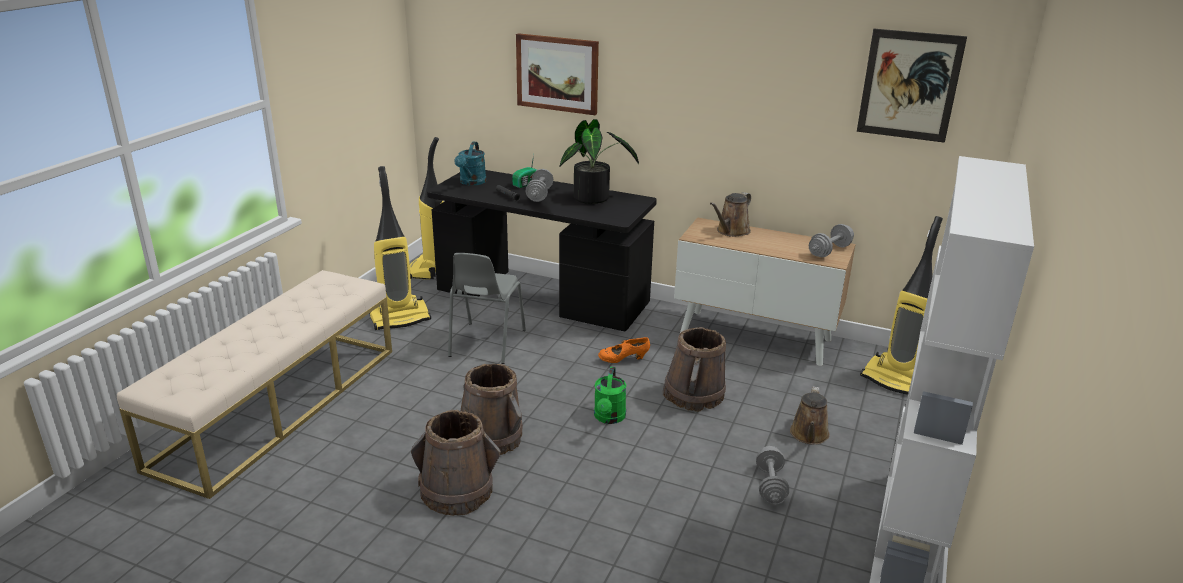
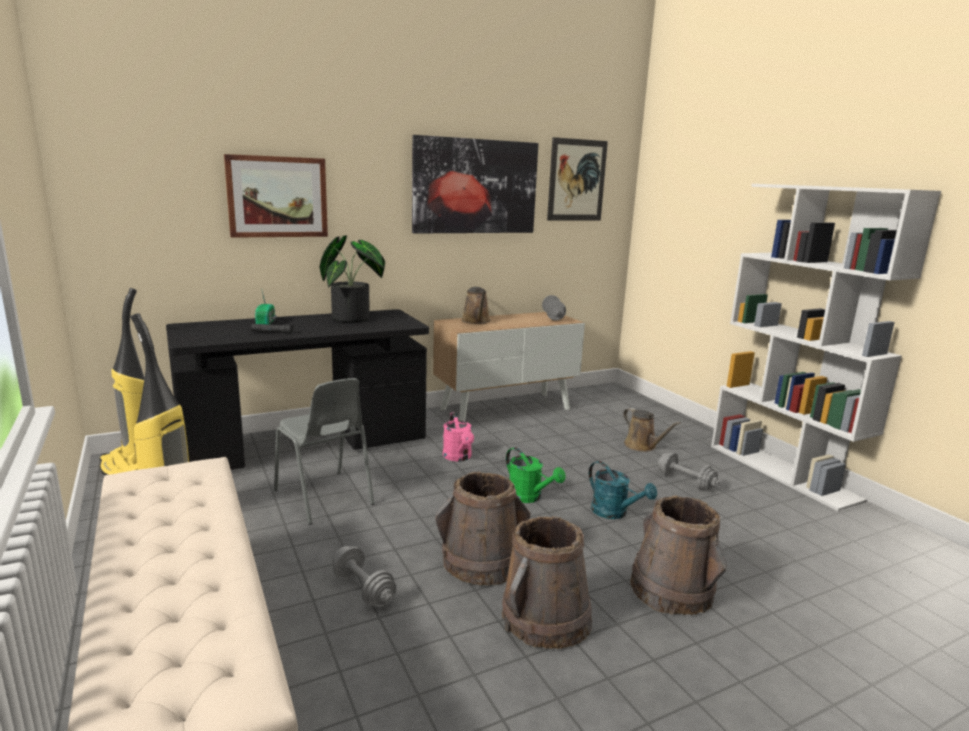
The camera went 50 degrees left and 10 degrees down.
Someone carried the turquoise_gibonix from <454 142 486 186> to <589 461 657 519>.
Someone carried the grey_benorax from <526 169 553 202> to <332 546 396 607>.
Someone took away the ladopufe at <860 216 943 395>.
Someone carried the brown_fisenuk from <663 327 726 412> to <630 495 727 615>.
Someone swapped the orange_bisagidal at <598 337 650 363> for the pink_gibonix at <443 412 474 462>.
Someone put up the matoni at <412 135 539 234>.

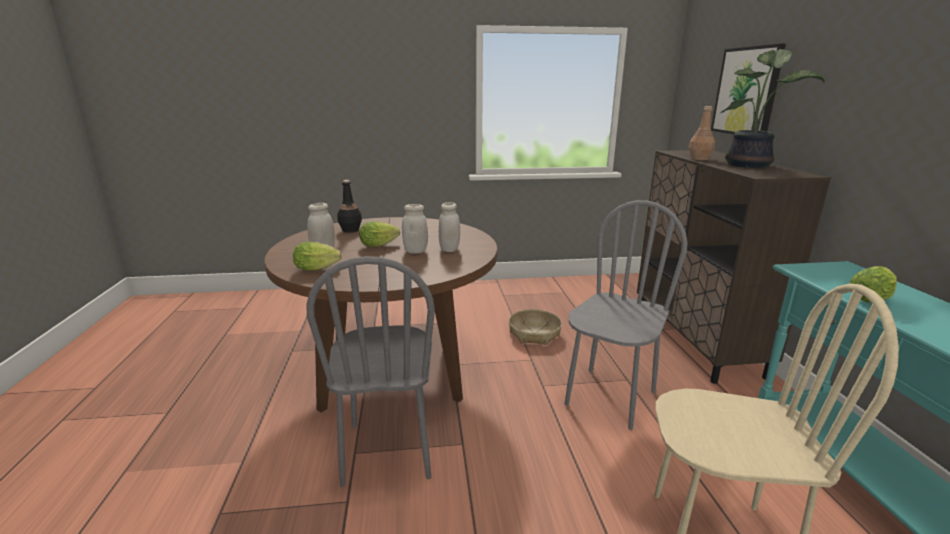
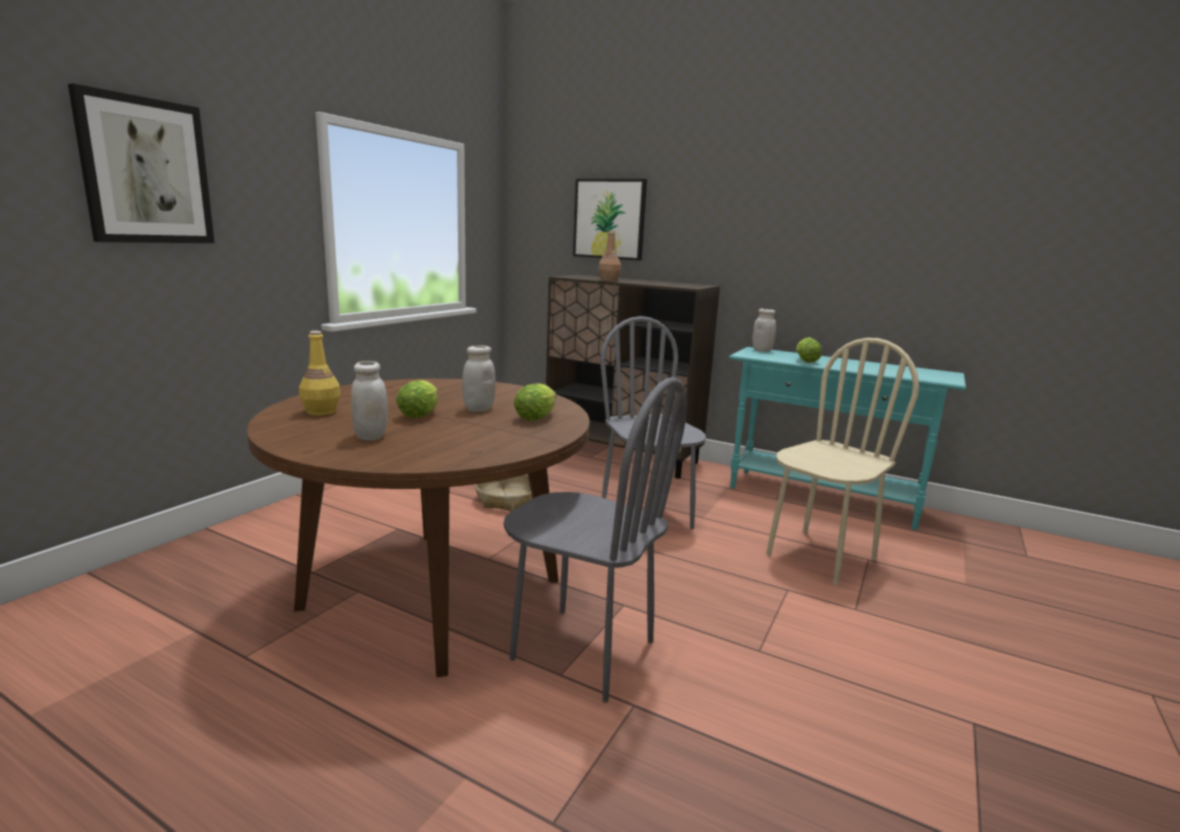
The camera went 55 degrees left and 5 degrees down.
Someone took away the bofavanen at <720 49 825 168>.
Someone repainted the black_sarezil at <337 180 362 233>, which became the yellow_sarezil at <299 331 341 416>.
Someone carried the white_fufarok from <439 202 460 252> to <752 309 776 352>.
Someone carried the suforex from <293 242 342 270> to <514 383 556 421>.
Someone put up the matoni at <68 83 215 243>.

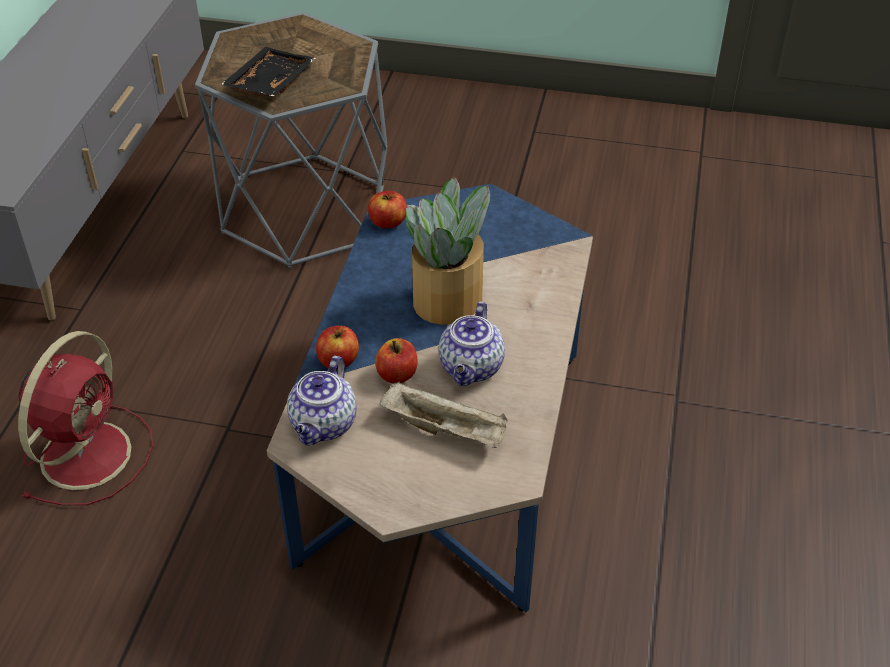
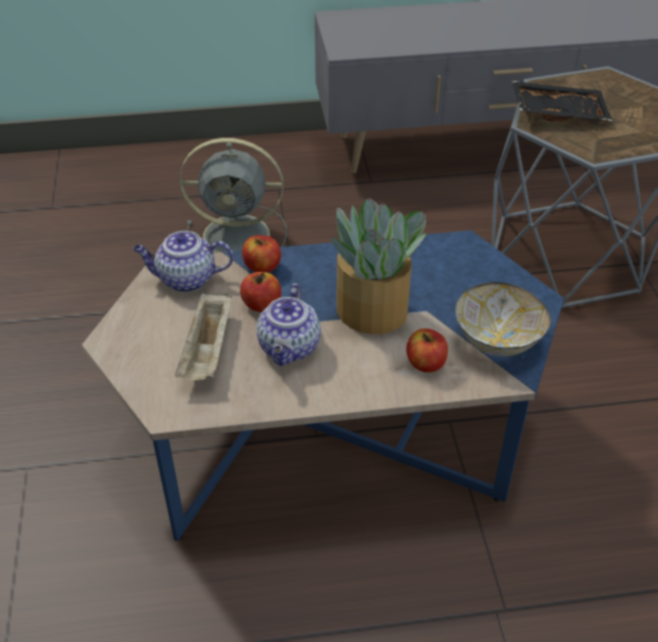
The camera went 70 degrees right and 0 degrees up.
Someone carried the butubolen from <368 191 407 229> to <406 328 448 372>.
Someone rotated the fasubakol at <439 302 505 386> by 75 degrees counterclockwise.
Someone repainted the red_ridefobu at <18 331 153 505>, which became the grey_ridefobu at <179 138 287 253>.
Someone put down the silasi at <455 282 551 357>.

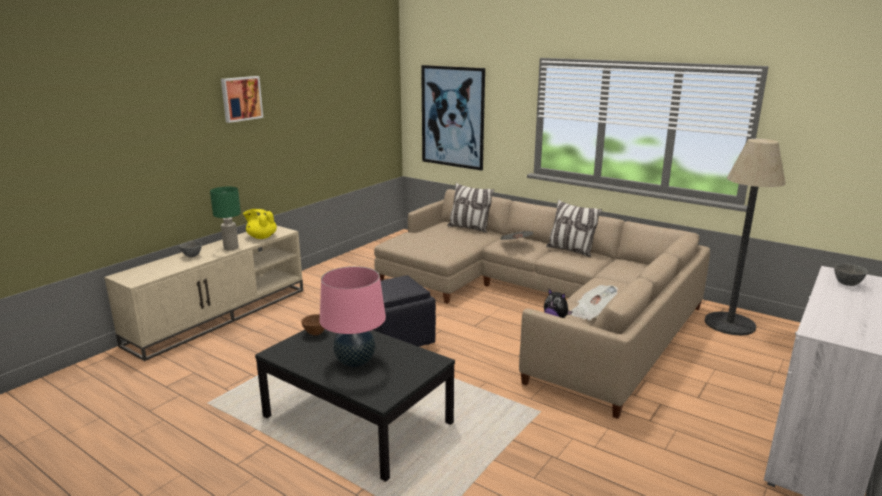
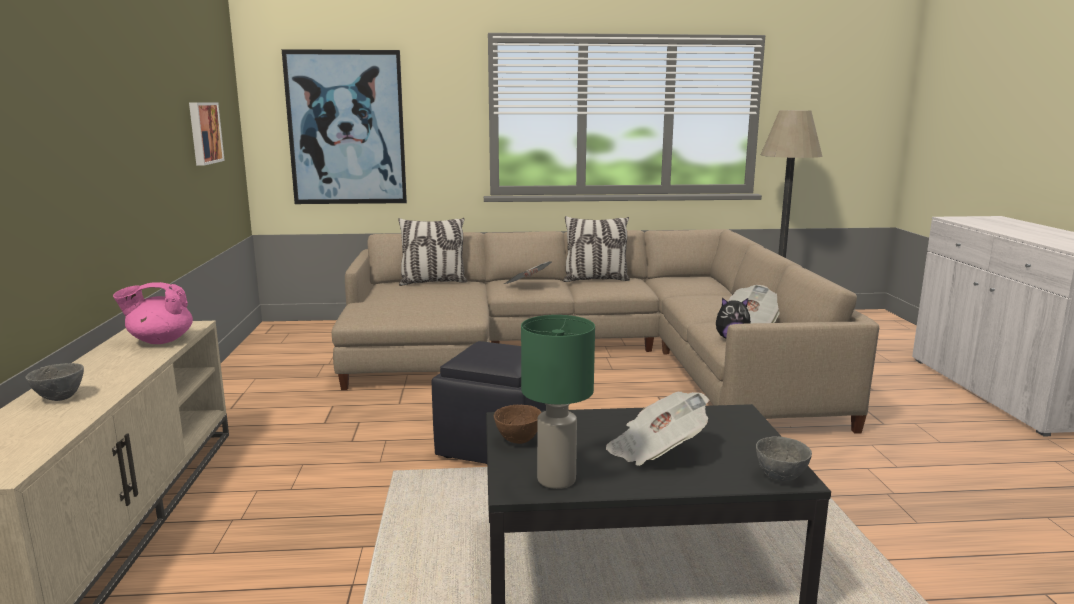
The camera went 40 degrees left and 5 degrees down.
Someone carried the matoni from <221 76 263 123> to <189 102 225 166>.
Someone carried the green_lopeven from <210 186 241 250> to <521 315 595 489>.
Someone repainted the yellow_fasubakol at <243 209 277 239>, which became the pink_fasubakol at <113 282 193 344>.
Someone carried the grey_silasi from <834 264 868 286> to <756 437 812 481>.
Someone swapped the pink_lopeven at <320 266 386 367> for the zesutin at <606 391 709 466>.

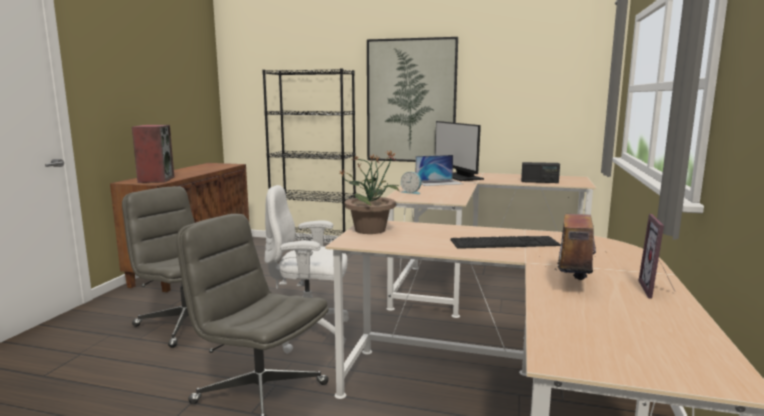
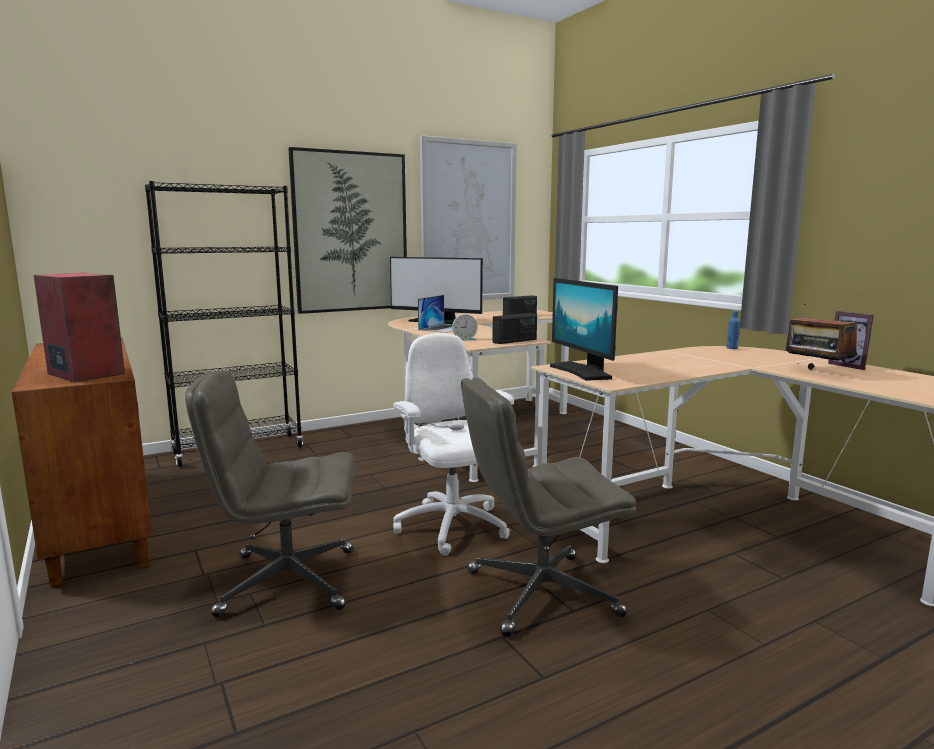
The camera went 45 degrees left and 0 degrees up.
Someone swapped the bofavanen at <338 151 400 234> for the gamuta at <550 278 618 381>.
Someone rotated the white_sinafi at <264 185 349 354> by 105 degrees clockwise.
Someone took away the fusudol at <451 236 561 249>.
Someone put up the matoni at <420 135 517 300>.
Someone put down the blue_sarezil at <726 311 740 349>.
Someone put down the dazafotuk at <493 313 537 344>.

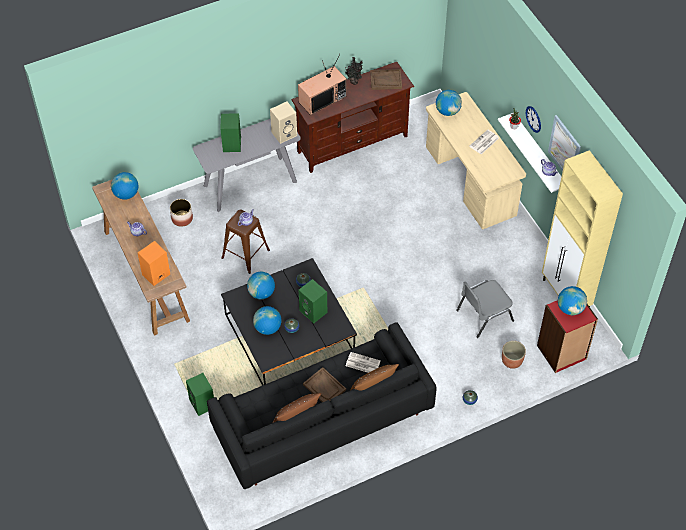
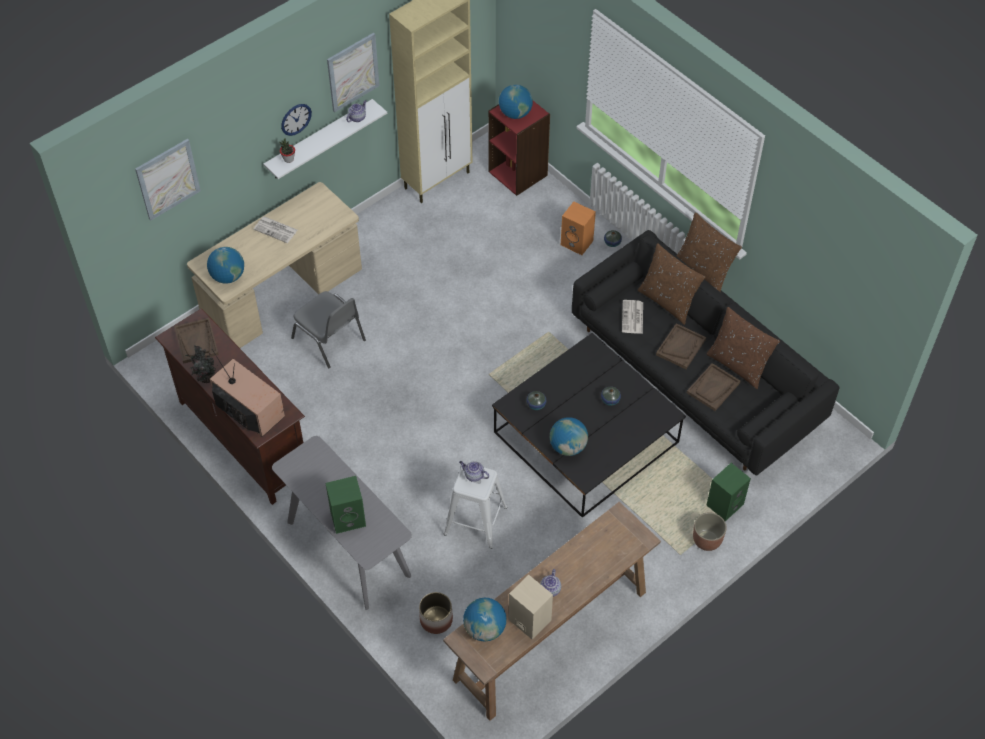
The camera went 105 degrees left and 0 degrees up.
Someone carried the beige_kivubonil from <270 102 297 144> to <509 575 553 639>.
Someone repainted the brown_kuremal at <221 209 270 274>, which became the white_kuremal at <444 463 508 549>.
Someone carried the orange_kivubonil from <138 241 170 286> to <561 202 596 255>.
Someone took away the green_kivubonil at <299 279 327 323>.
Someone carried the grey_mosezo from <456 280 514 338> to <291 291 366 368>.
Someone took away the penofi at <253 306 281 335>.
Someone carried the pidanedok from <502 341 526 369> to <693 512 727 551>.
Someone put up the matoni at <135 139 201 221>.
Someone put down the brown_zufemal at <677 212 742 292>.
Someone put down the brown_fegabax at <687 363 740 411>.

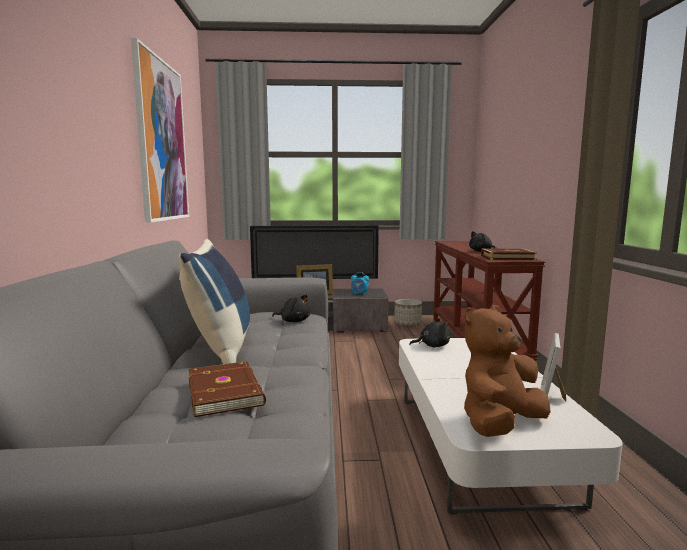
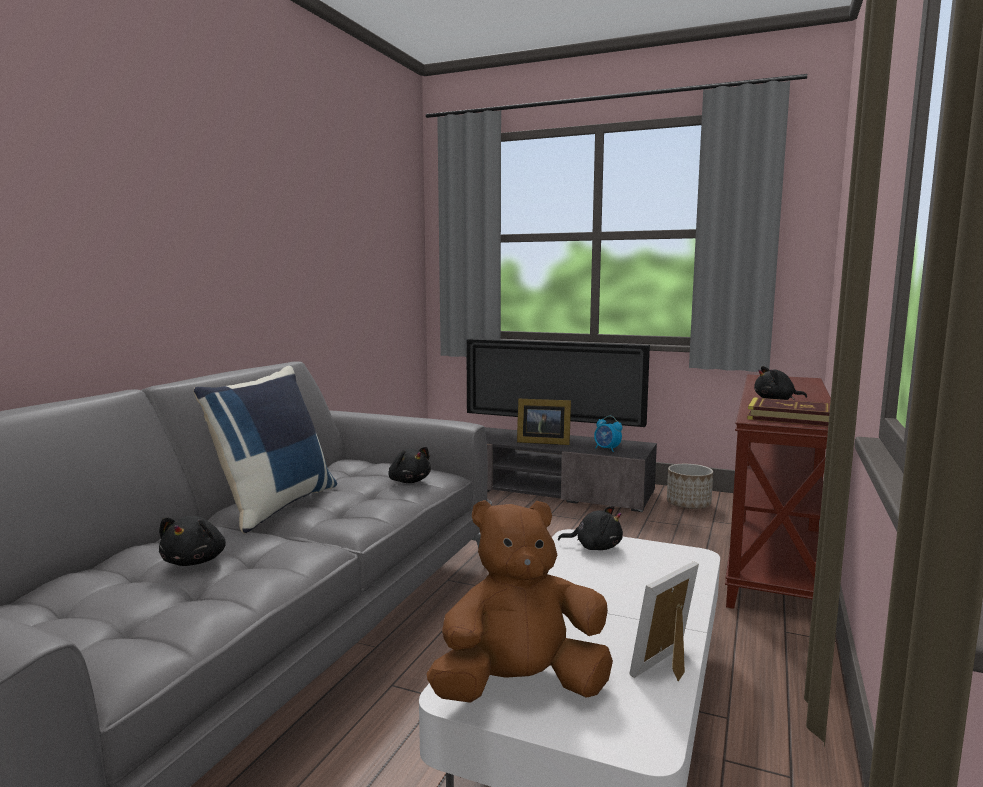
The camera went 25 degrees right and 0 degrees up.
Someone took away the matoni at <131 38 189 223>.
Someone swapped the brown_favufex at <189 361 266 417> for the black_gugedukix at <159 516 226 566>.

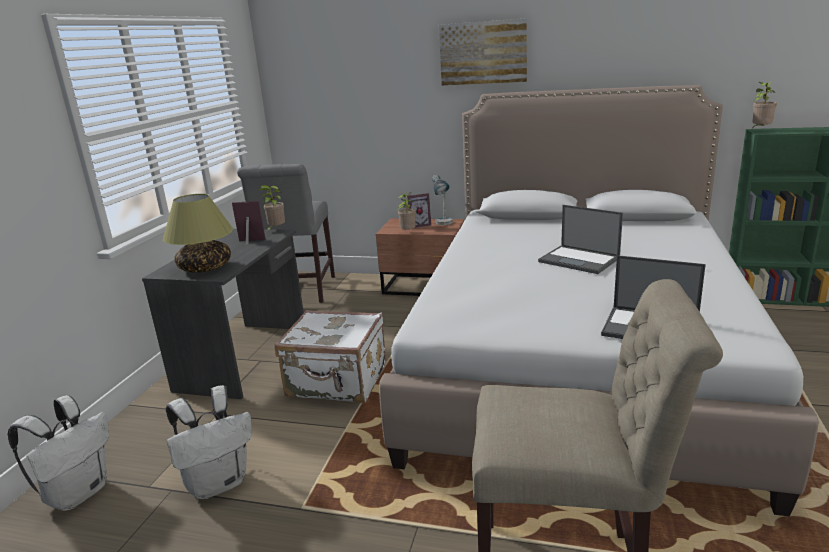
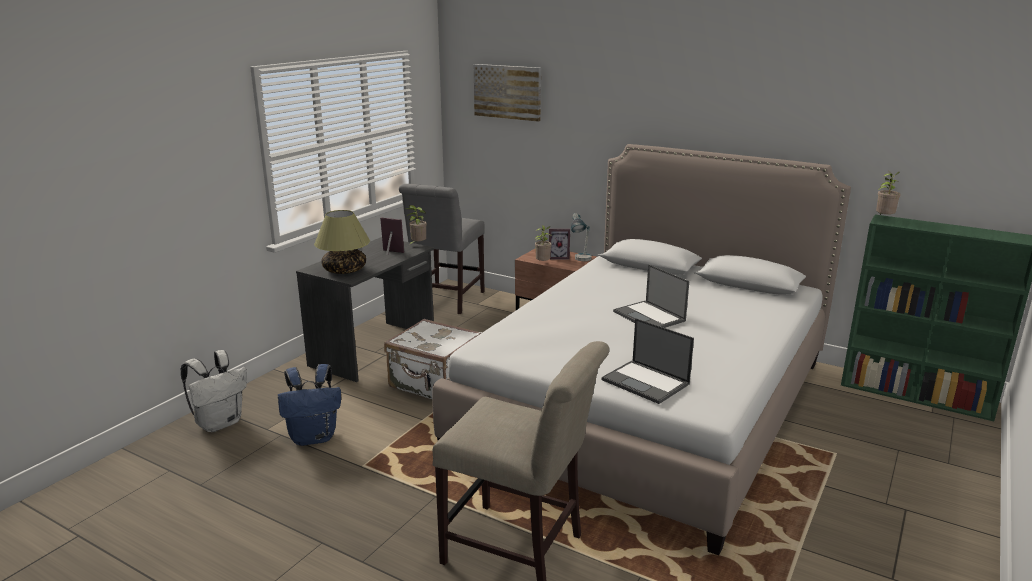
The camera went 15 degrees right and 0 degrees up.
Someone carried the matoni from <439 18 527 86> to <474 64 541 122>.
Someone repainted the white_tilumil at <166 385 252 499>, which became the blue_tilumil at <278 364 341 446>.

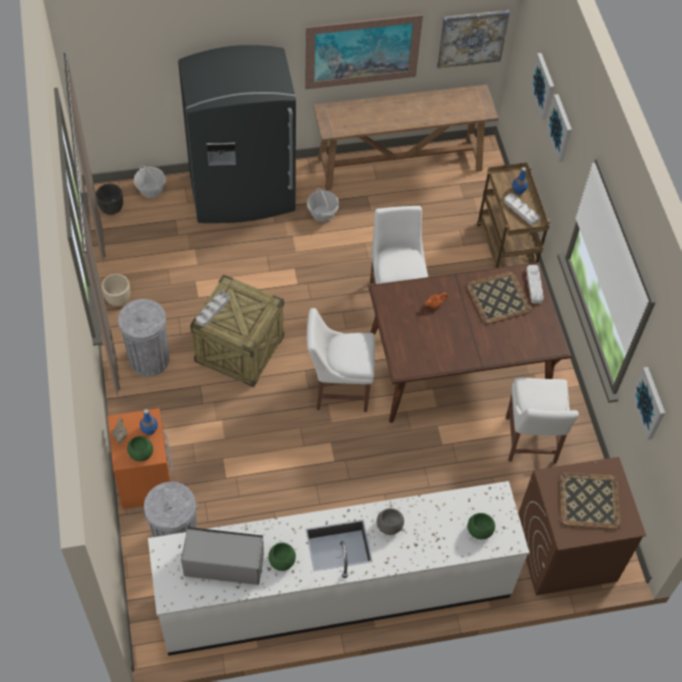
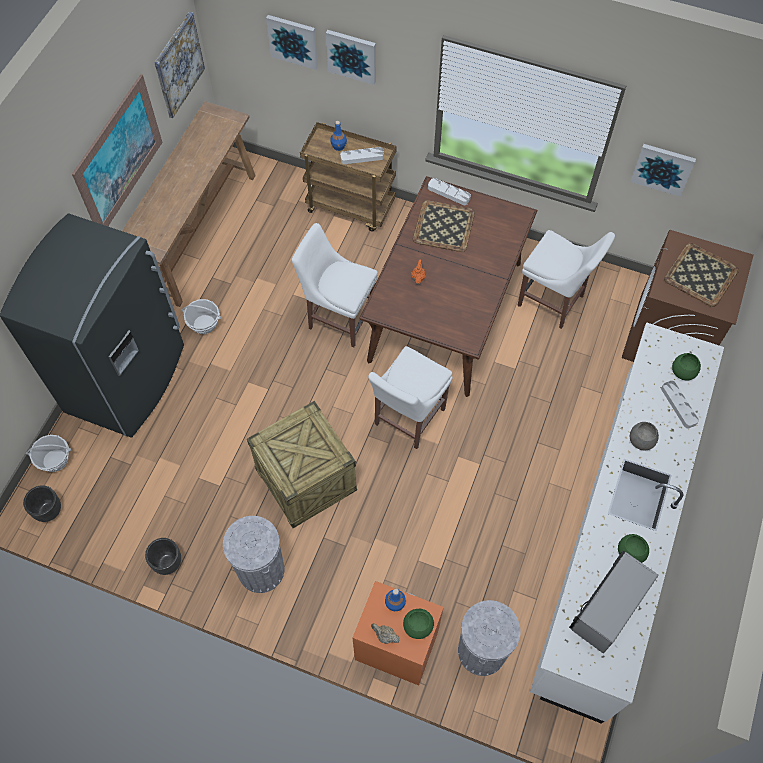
The camera went 55 degrees left and 5 degrees up.
Someone repainted the beige_pidanedok at <102 274 130 306>, which became the black_pidanedok at <145 538 181 575>.
Someone carried the grey_fegabax from <196 291 230 327> to <661 380 699 428>.

